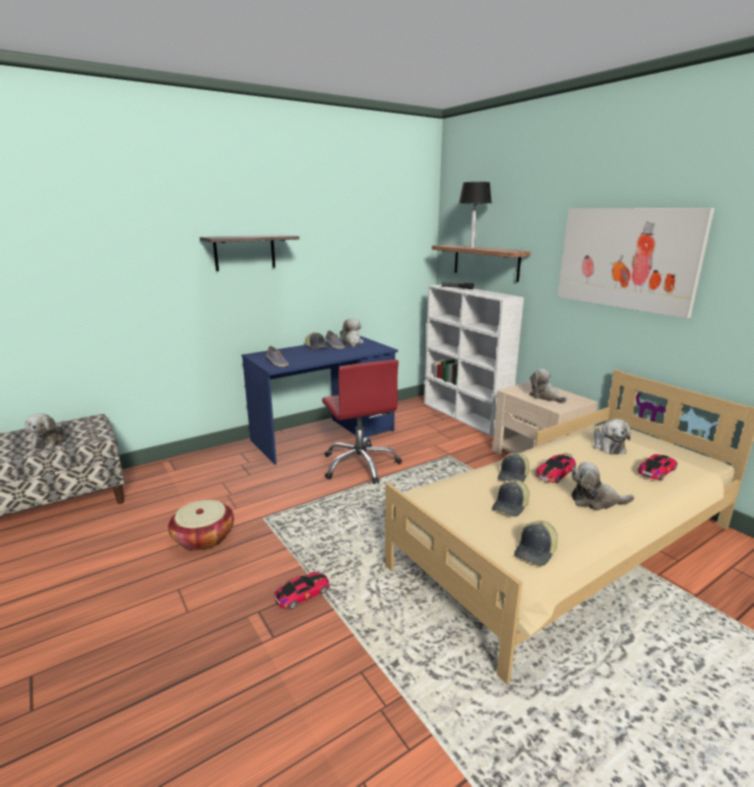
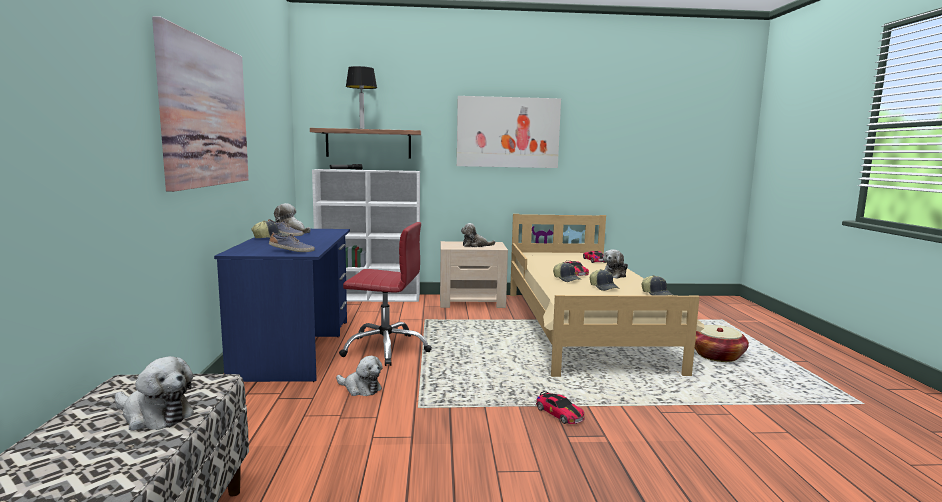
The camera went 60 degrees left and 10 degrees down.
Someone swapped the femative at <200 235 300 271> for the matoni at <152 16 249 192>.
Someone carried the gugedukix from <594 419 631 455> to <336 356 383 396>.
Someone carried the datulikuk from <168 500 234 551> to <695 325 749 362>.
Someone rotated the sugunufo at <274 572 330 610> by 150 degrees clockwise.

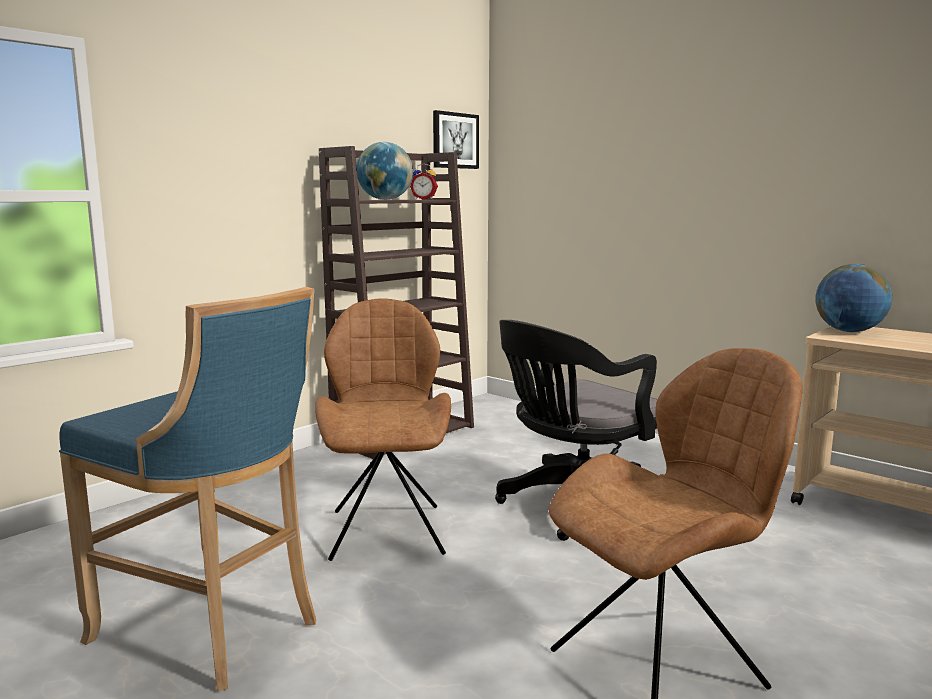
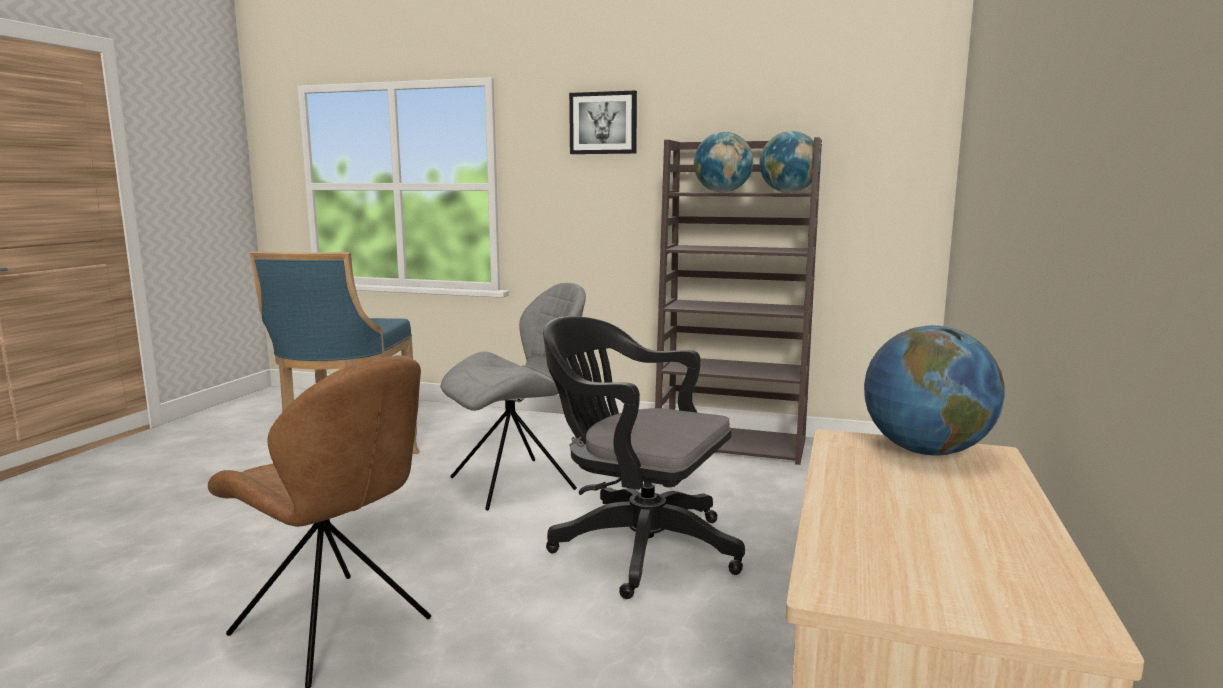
The camera went 65 degrees right and 0 degrees up.
Someone carried the matoni from <433 110 479 169> to <569 91 637 154>.
Someone swapped the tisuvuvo at <410 163 438 200> for the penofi at <759 131 821 193>.
Someone repainted the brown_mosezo at <315 298 451 561>, which became the grey_mosezo at <440 283 586 511>.

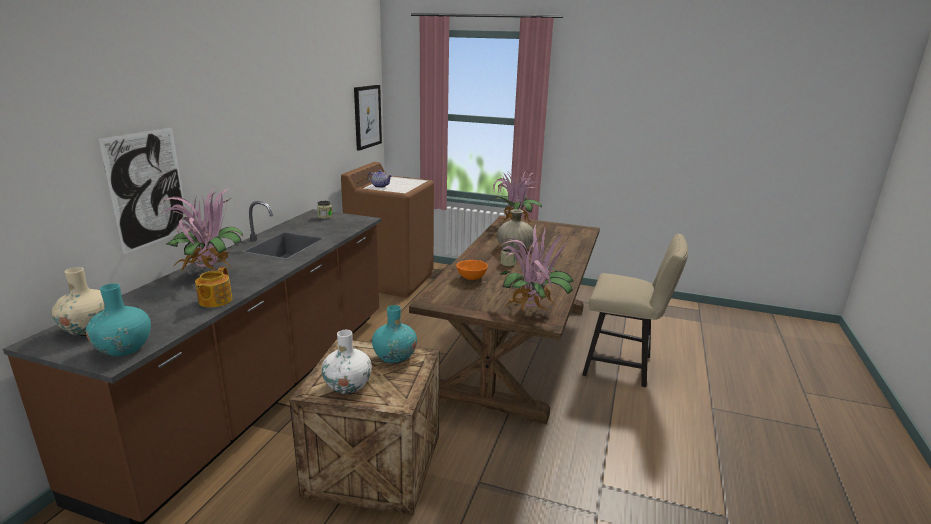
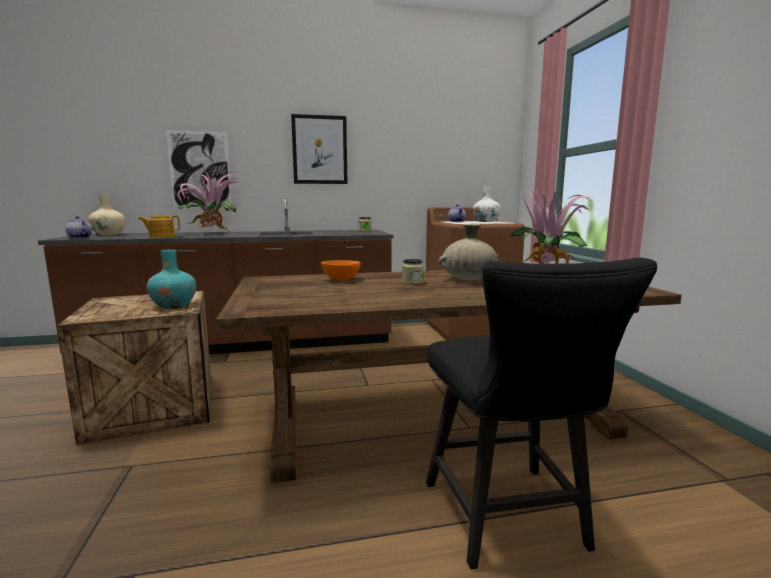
The camera went 60 degrees right and 10 degrees down.
Someone carried the matoni from <354 85 382 151> to <291 114 347 184>.
Someone took away the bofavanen at <500 225 574 313>.
Someone repainted the beige_mosezo at <582 234 688 387>, which became the black_mosezo at <426 258 657 569>.
Someone swapped the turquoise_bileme at <86 283 151 357> for the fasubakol at <65 216 92 239>.
Someone carried the white_bileme from <321 330 372 394> to <473 186 501 222>.

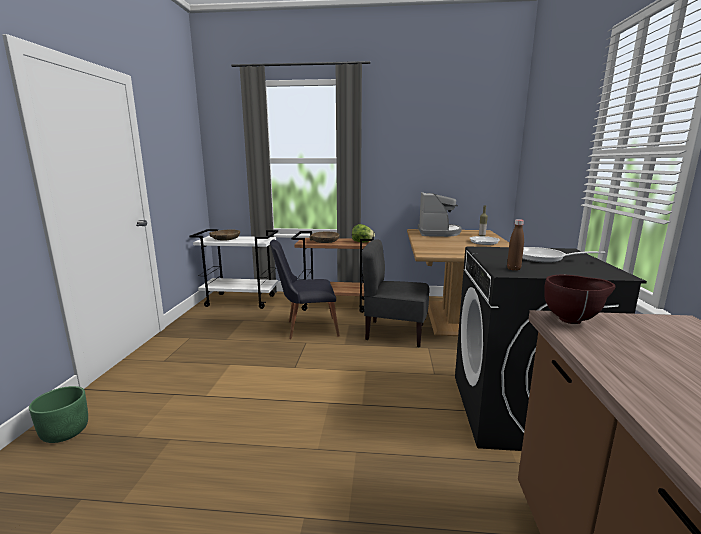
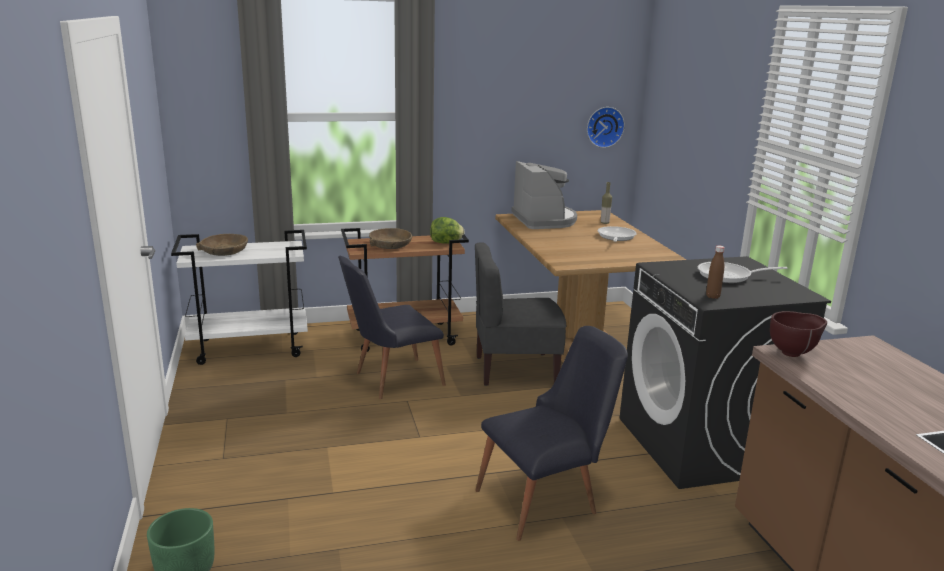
The camera went 20 degrees left and 5 degrees up.
Someone put up the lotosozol at <587 107 625 148>.
Someone put down the black_mosezo at <475 326 628 541>.

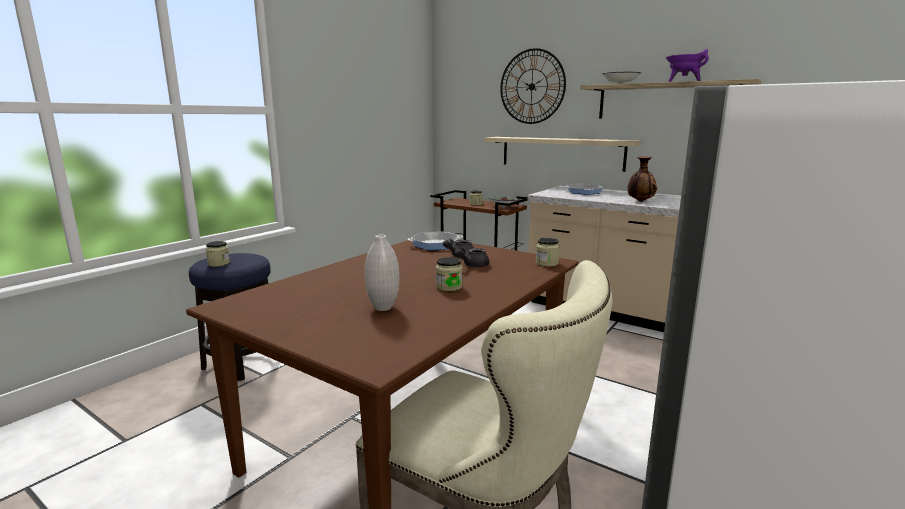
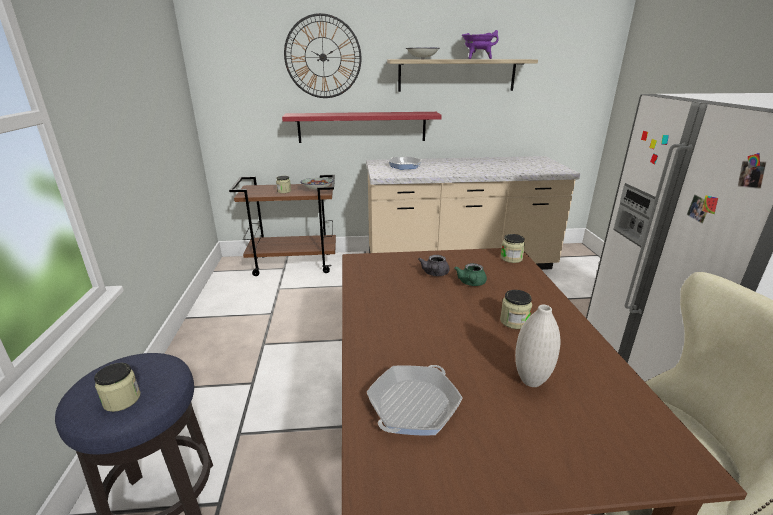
The camera went 40 degrees left and 10 degrees up.
Someone repainted the beige_femative at <484 137 640 172>, which became the red_femative at <282 112 442 143>.
Someone took away the bileme at <628 156 657 202>.
Someone carried the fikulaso from <408 232 463 250> to <367 365 463 436>.
Someone repainted the grey_fasubakol at <455 247 490 268>, which became the green_fasubakol at <454 263 487 286>.

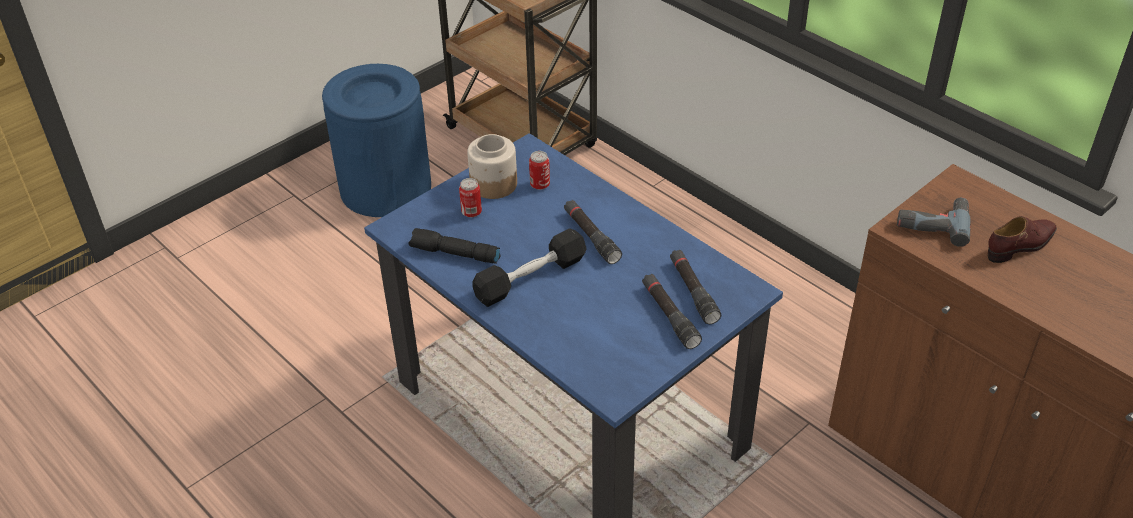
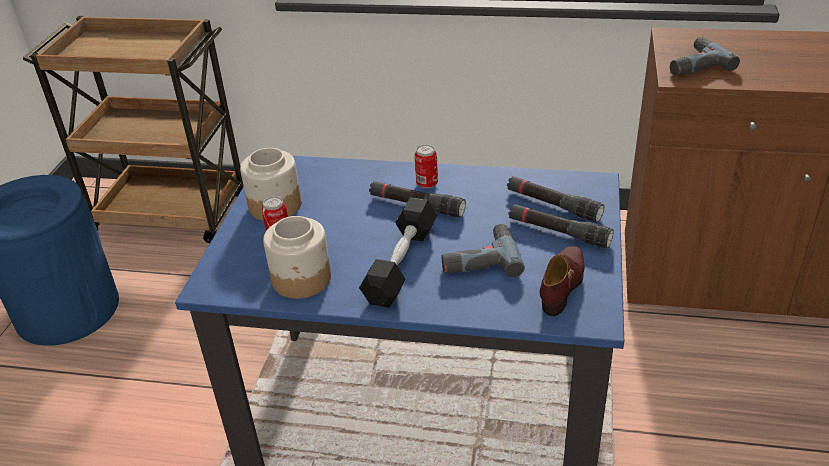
The camera went 35 degrees left and 5 degrees down.
Someone carried the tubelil from <529 151 550 190> to <415 144 438 189>.
Someone carried the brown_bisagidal from <988 216 1057 263> to <540 246 584 316>.
Someone swapped the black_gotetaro at <408 228 500 264> for the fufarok at <263 216 331 299>.
Someone put down the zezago at <442 224 525 277>.

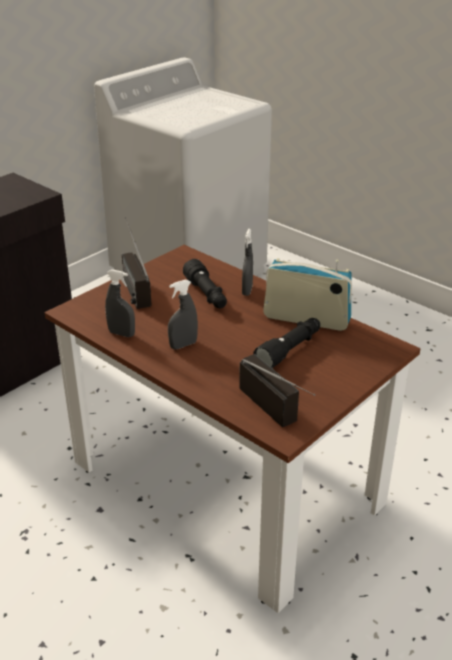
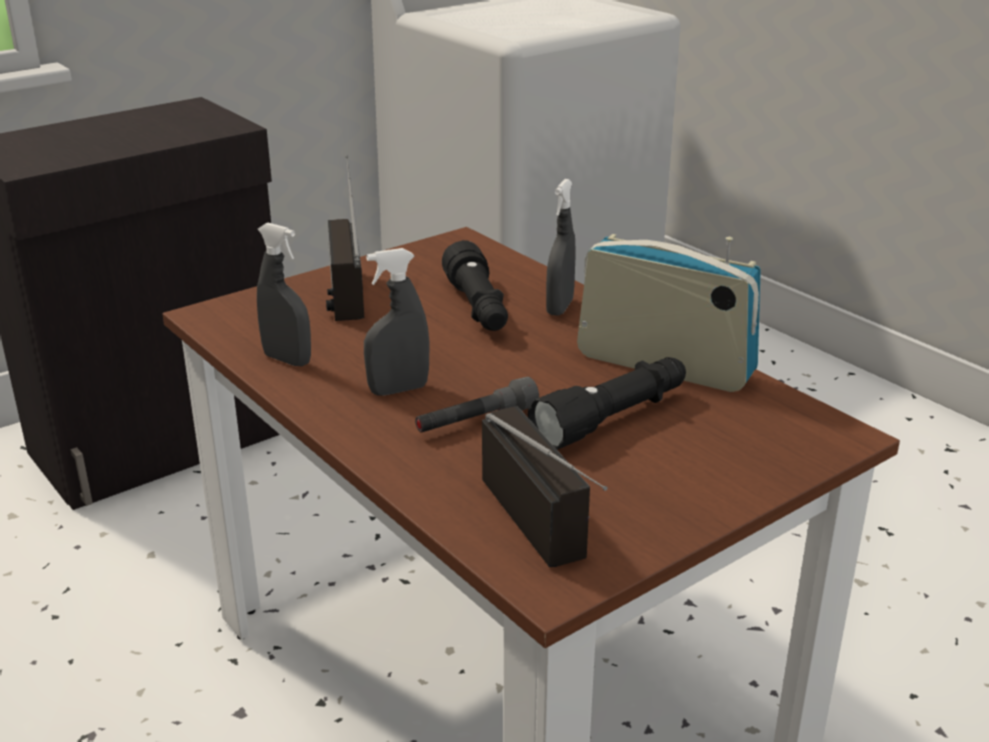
The camera went 10 degrees right and 5 degrees down.
Someone put down the grey_gotetaro at <415 377 539 433>.

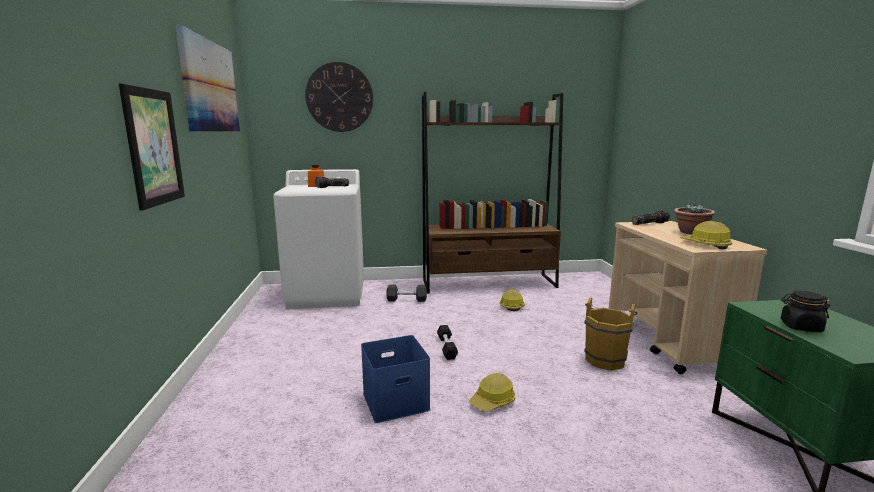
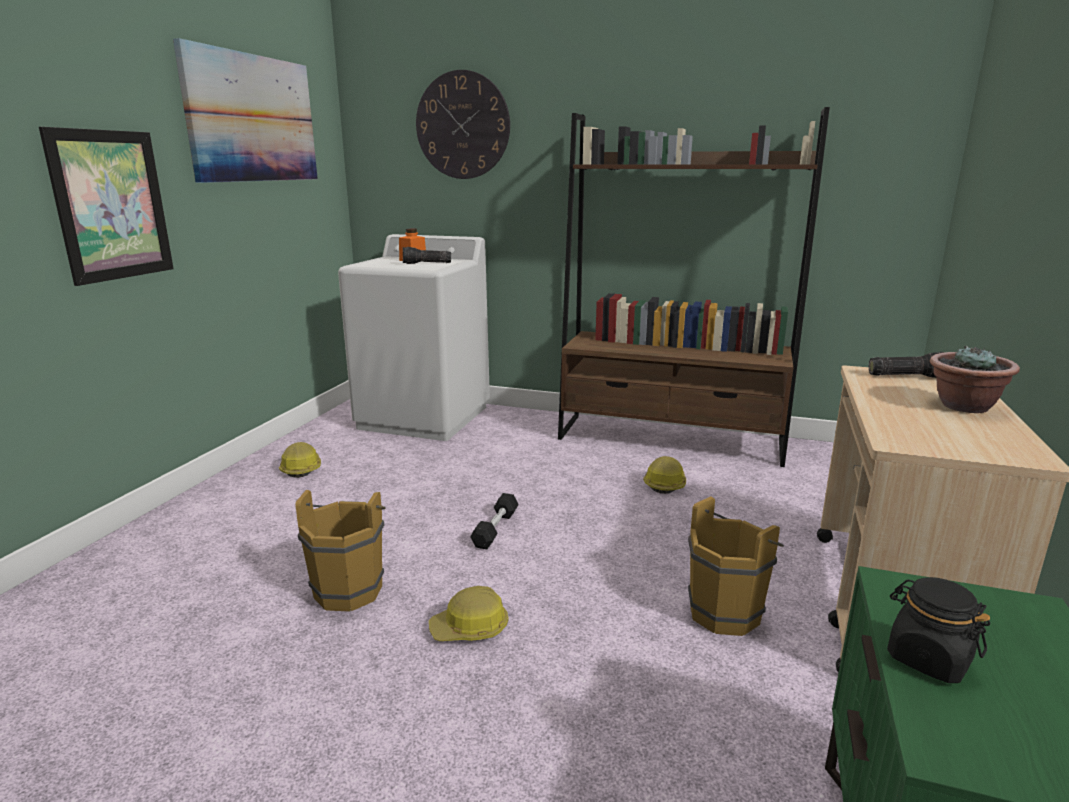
The camera went 25 degrees right and 5 degrees up.
Someone carried the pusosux from <680 221 732 249> to <279 442 321 478>.
Someone took away the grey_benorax at <386 284 427 302>.
Someone swapped the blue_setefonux at <361 335 431 423> for the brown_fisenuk at <295 490 386 612>.

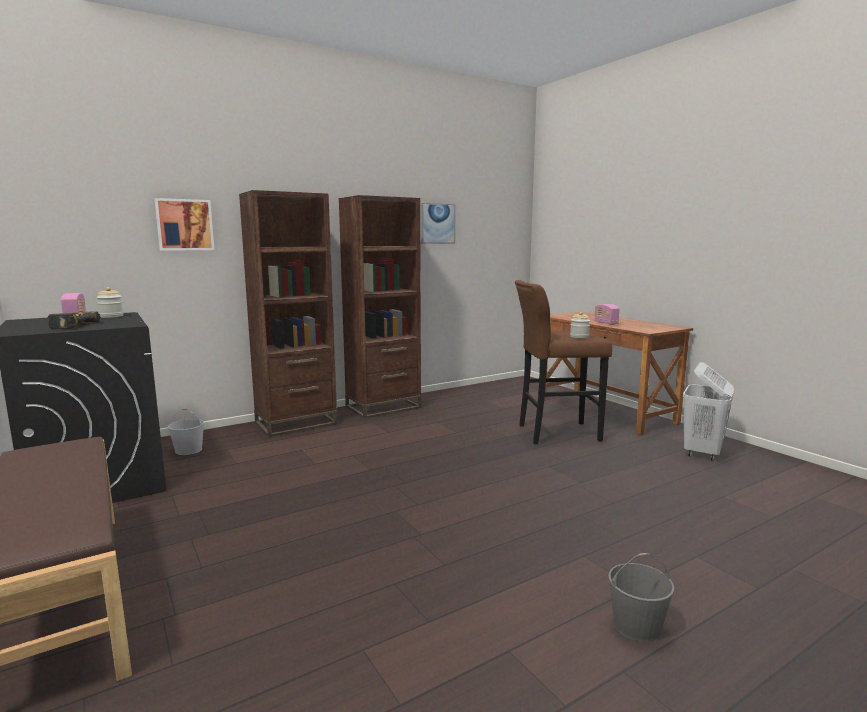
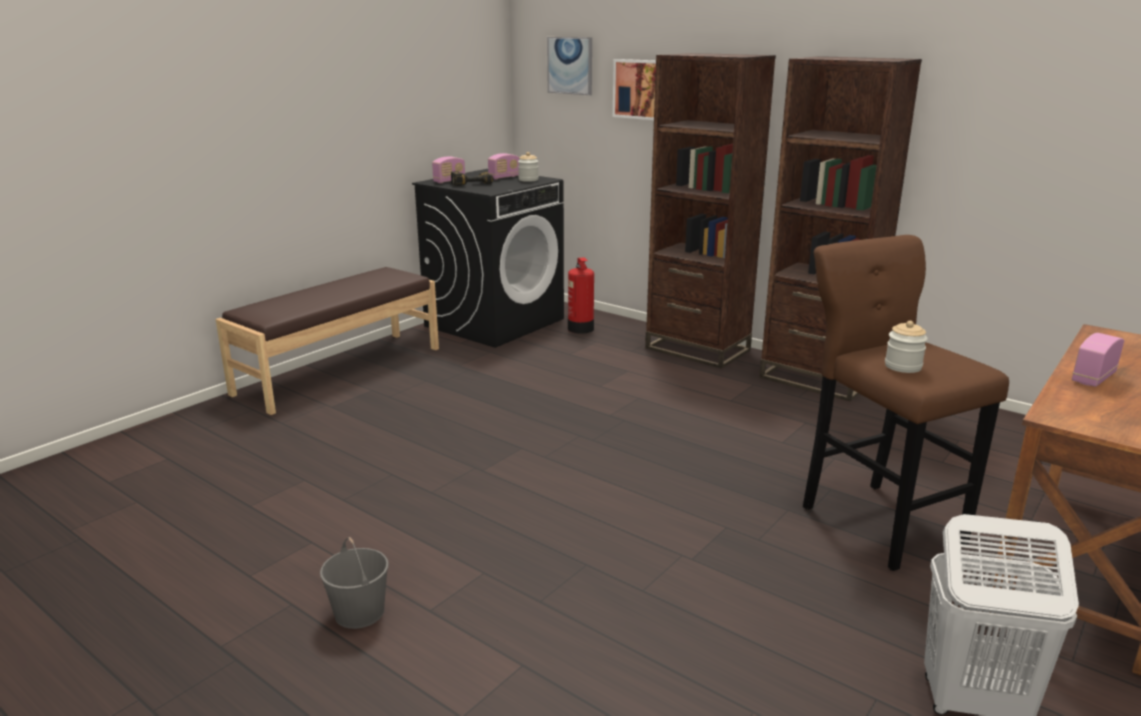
The camera went 70 degrees right and 10 degrees up.
Someone carried the matoni from <421 203 455 244> to <547 37 592 95>.
Someone swapped the white_fisenuk at <168 408 204 455> for the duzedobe at <568 257 594 334>.
Someone put down the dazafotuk at <432 157 465 183>.

